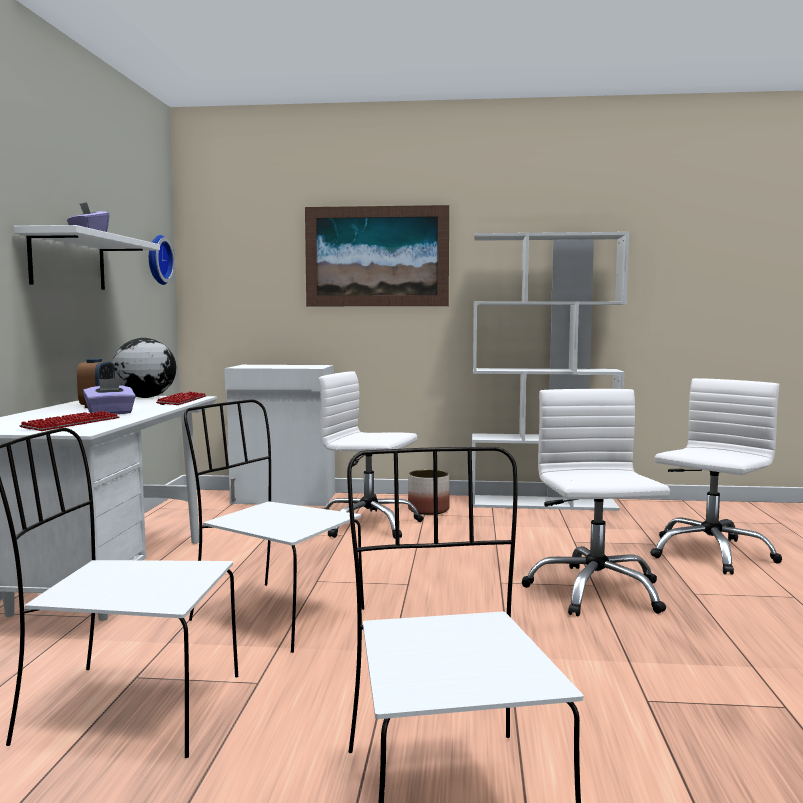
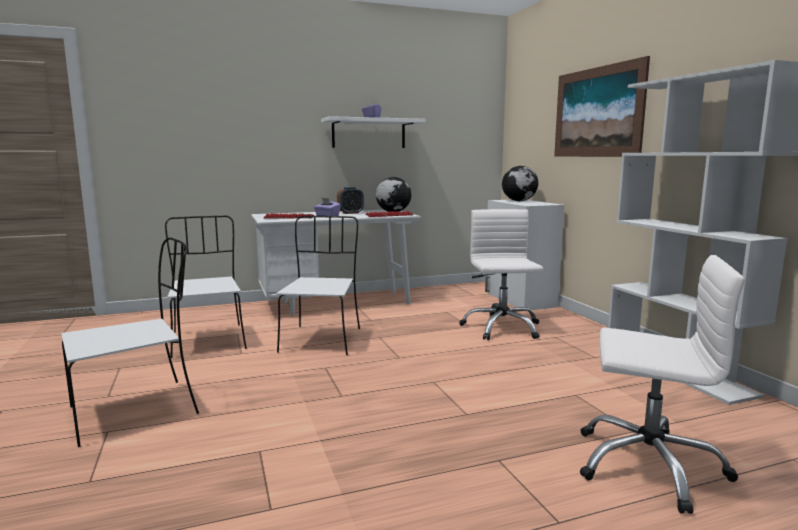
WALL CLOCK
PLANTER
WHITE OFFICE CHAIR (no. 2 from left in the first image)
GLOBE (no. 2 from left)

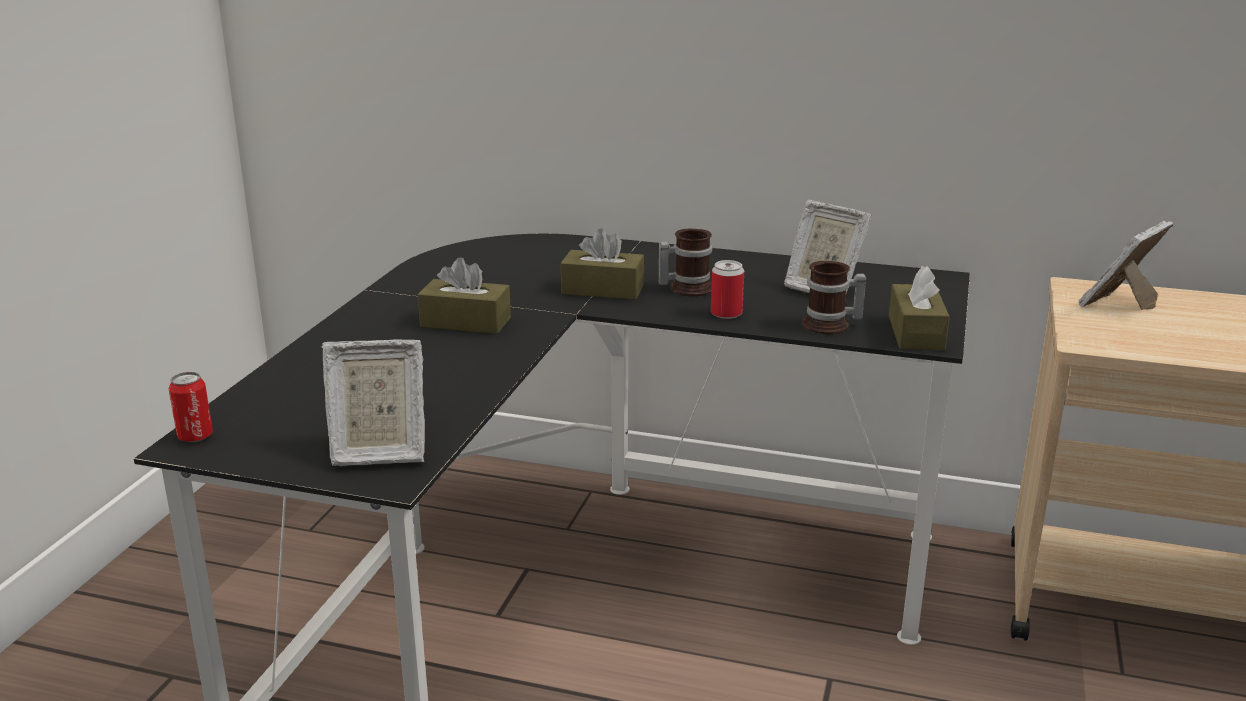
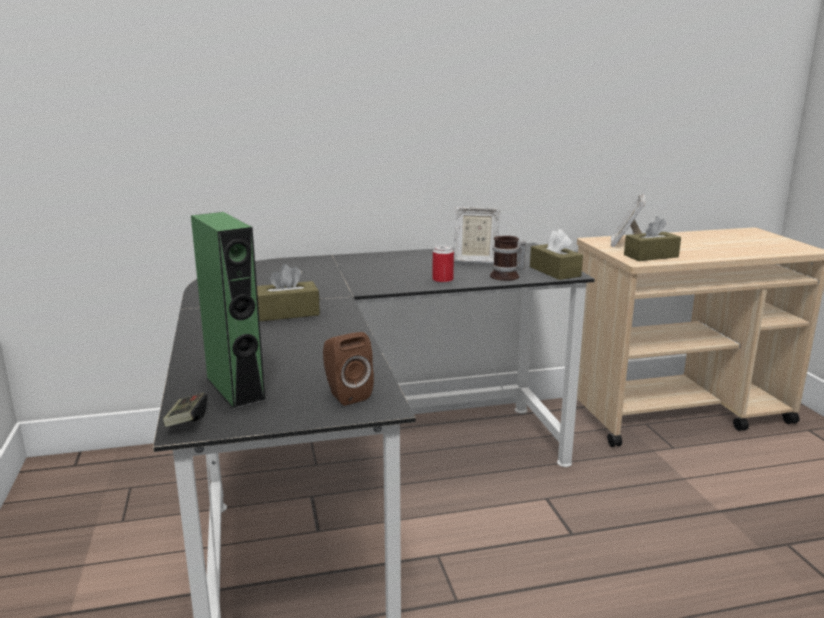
GAME CONTROLLER
BROWN SPEAKER
BROWN TISSUE BOX (no. 3 from left)
MUG (no. 1 from left in the first image)
GREEN SPEAKER

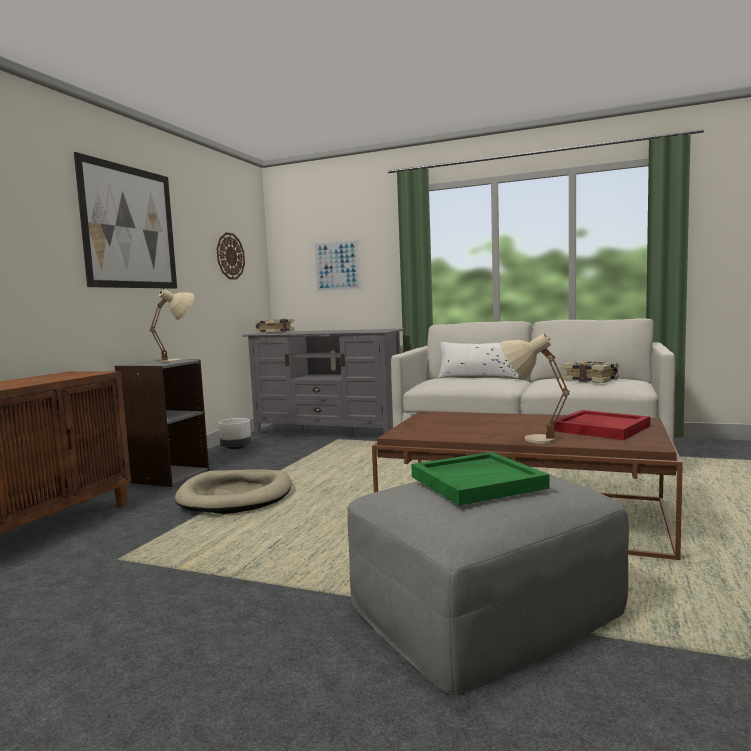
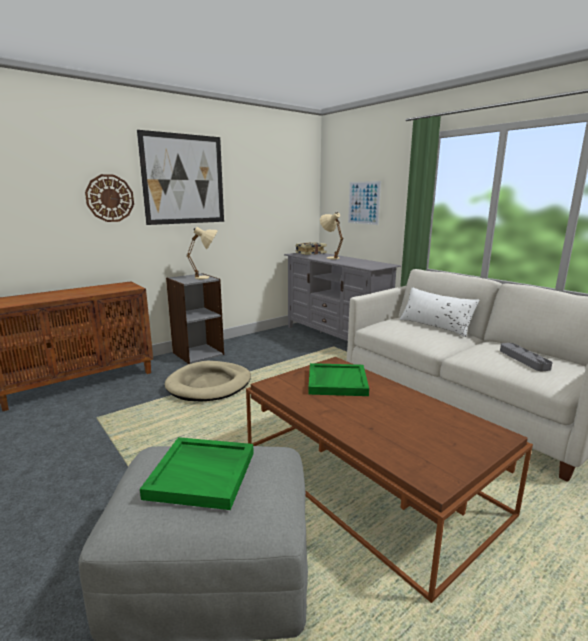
WALL CLOCK
WHITE PLANTER
BEIGE TABLE LAMP (no. 2 from left)
RED TRAY
GREY TRAY
GREEN TRAY (no. 2 from left)

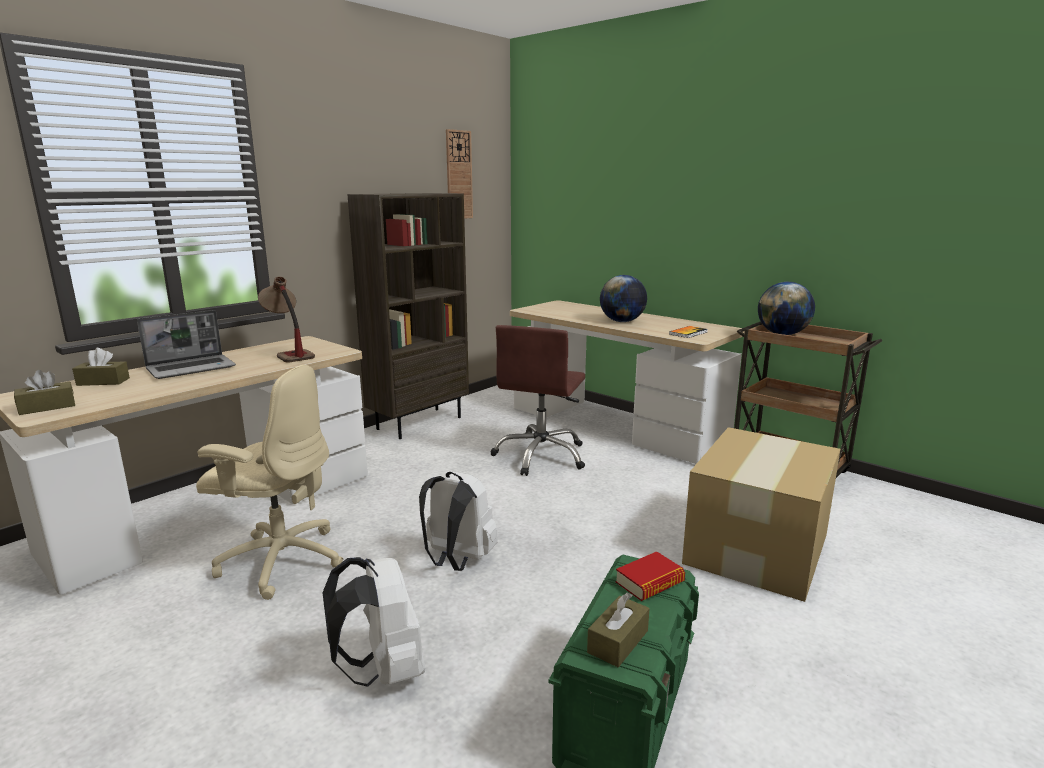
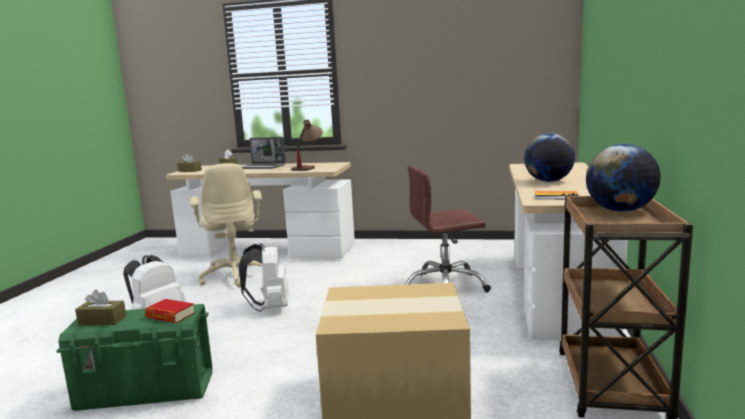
BROWN BOOKCASE
WALL CLOCK

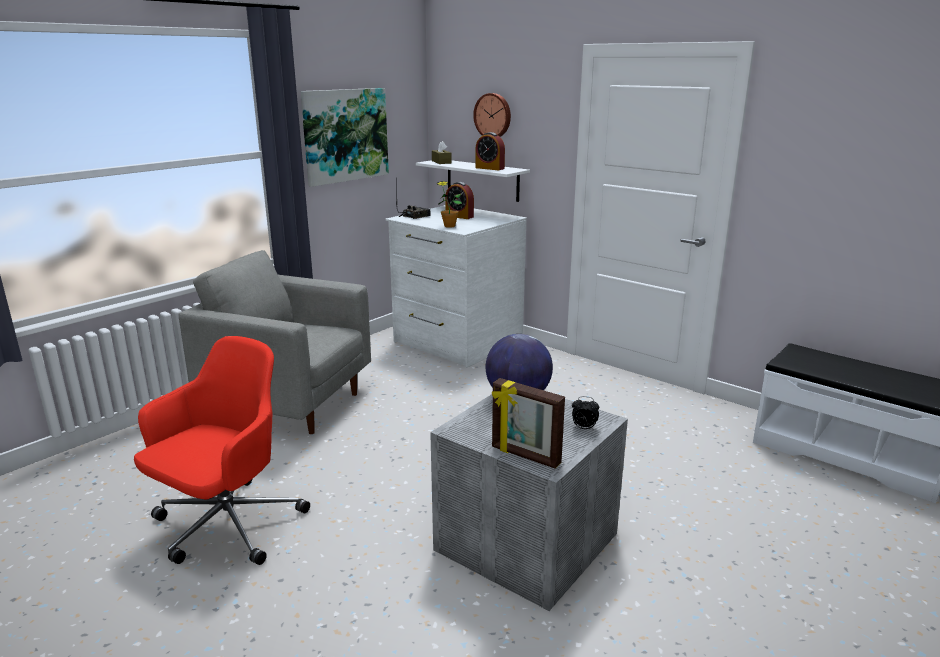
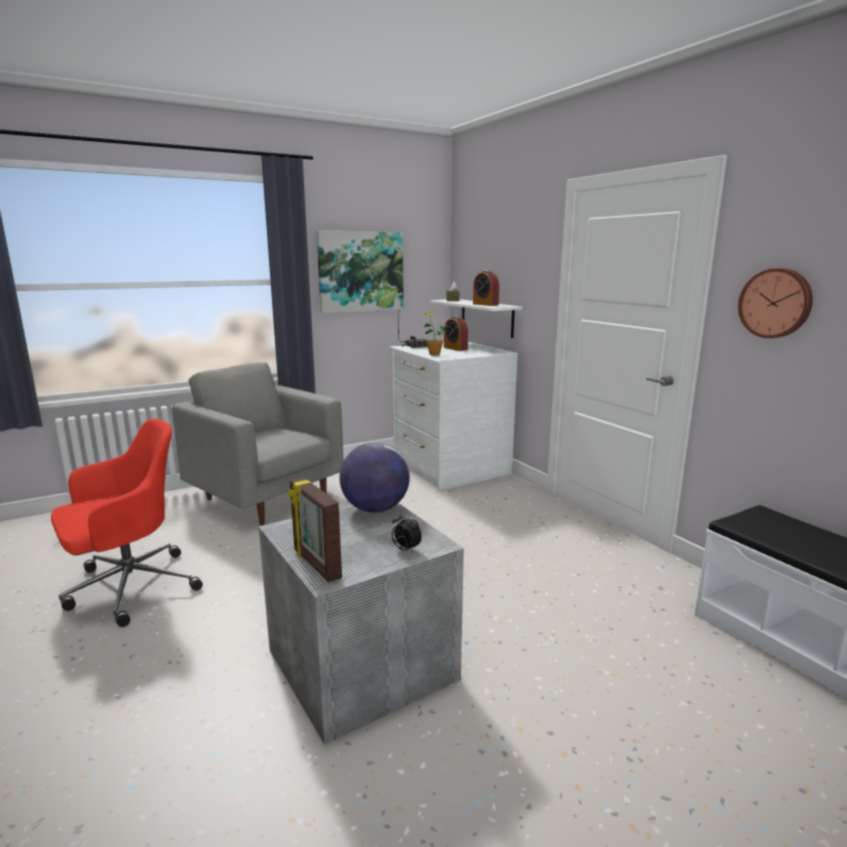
WALL CLOCK

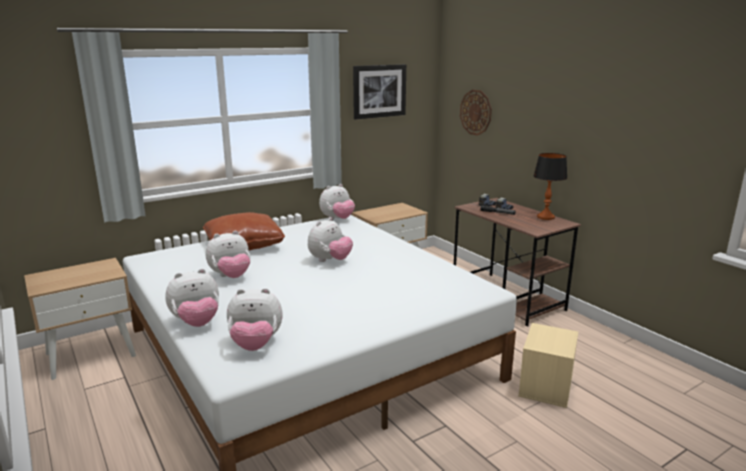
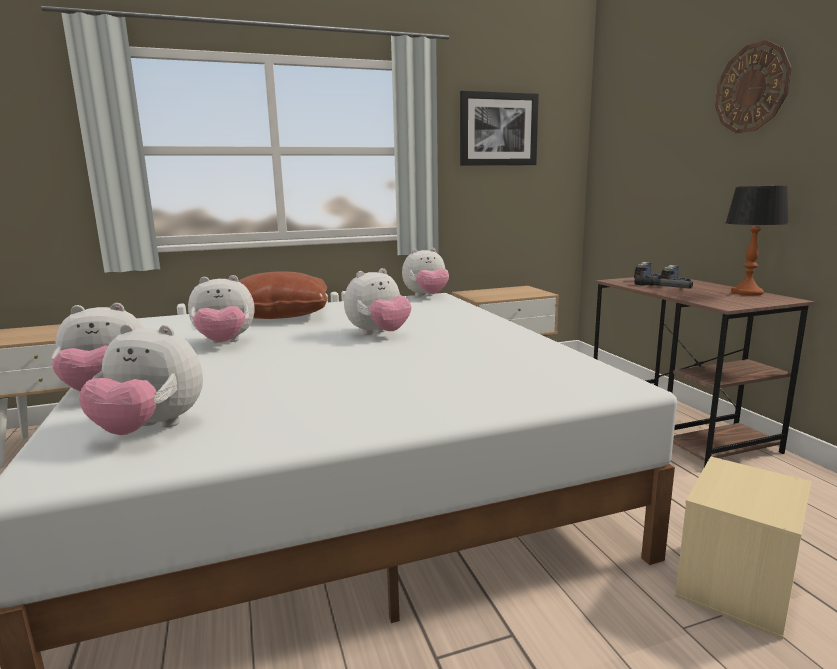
WALL CLOCK

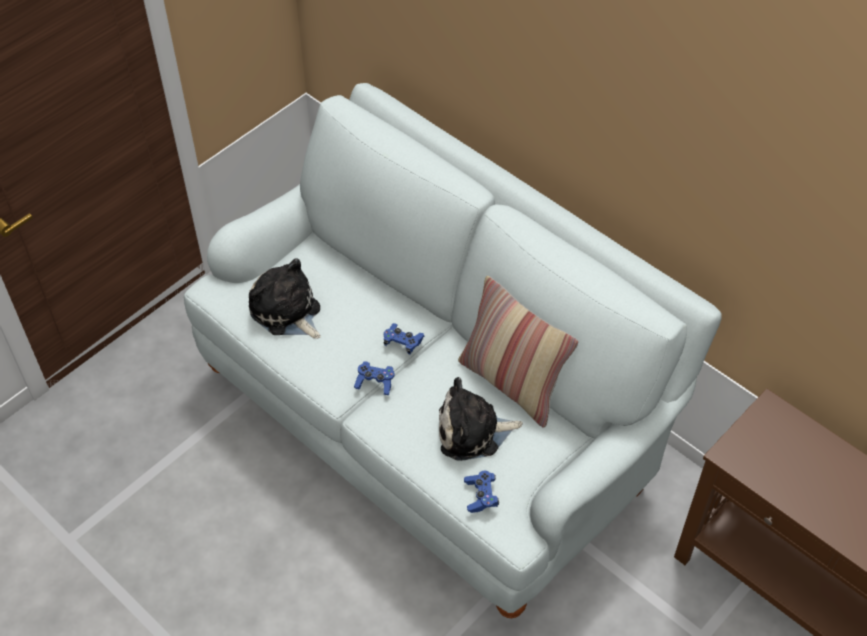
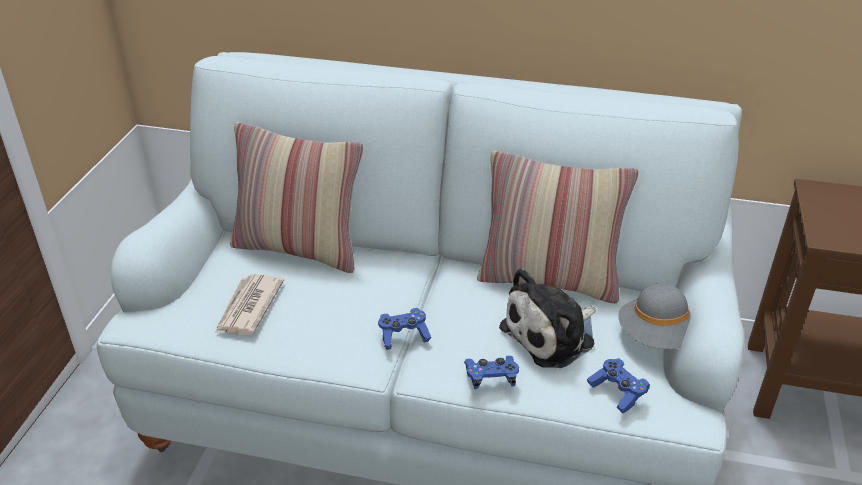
NEWSPAPER
BLUE GAME CONTROLLER (no. 2 from left)
PILLOW (no. 1 from left)
GREY HAT

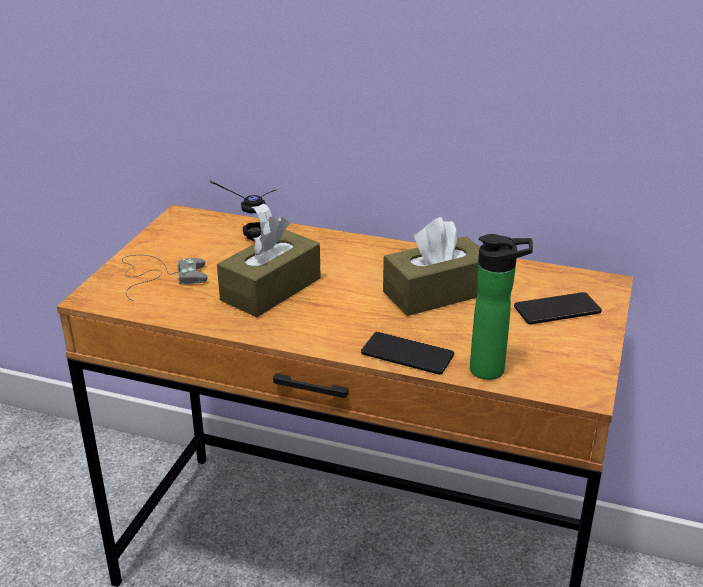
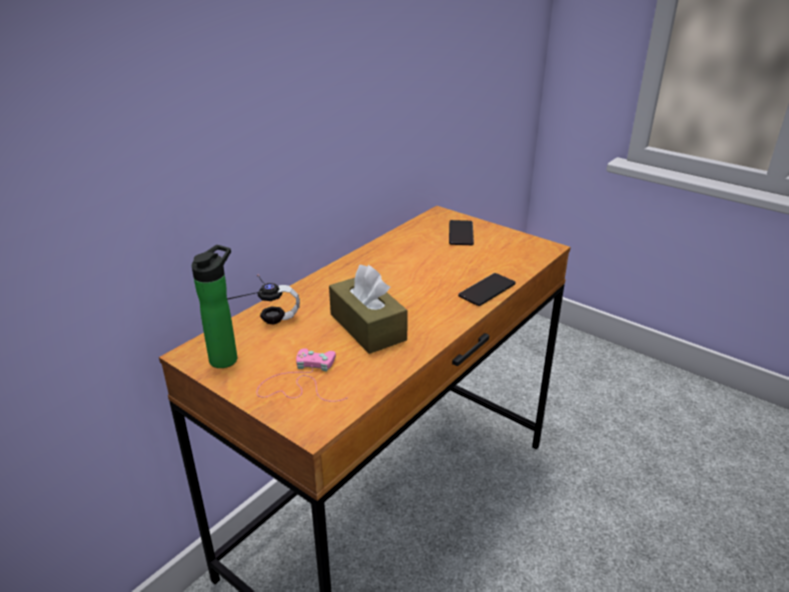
PINK GAME CONTROLLER
BROWN TISSUE BOX (no. 2 from left in the first image)
BOTTLE

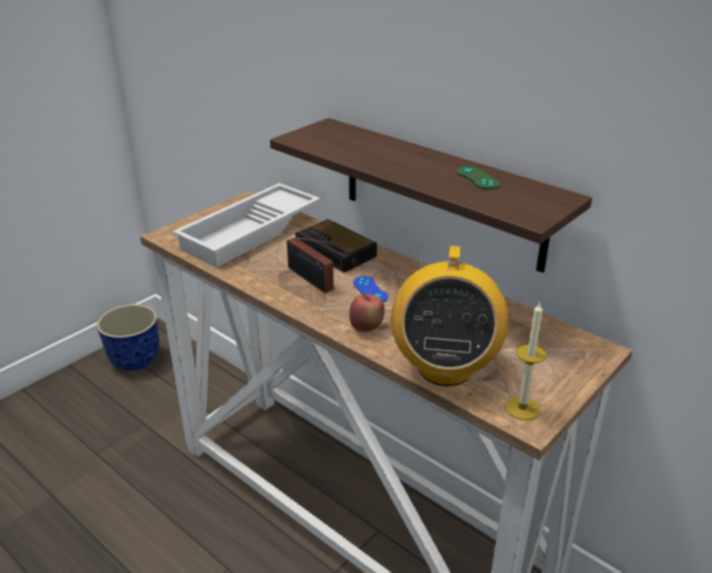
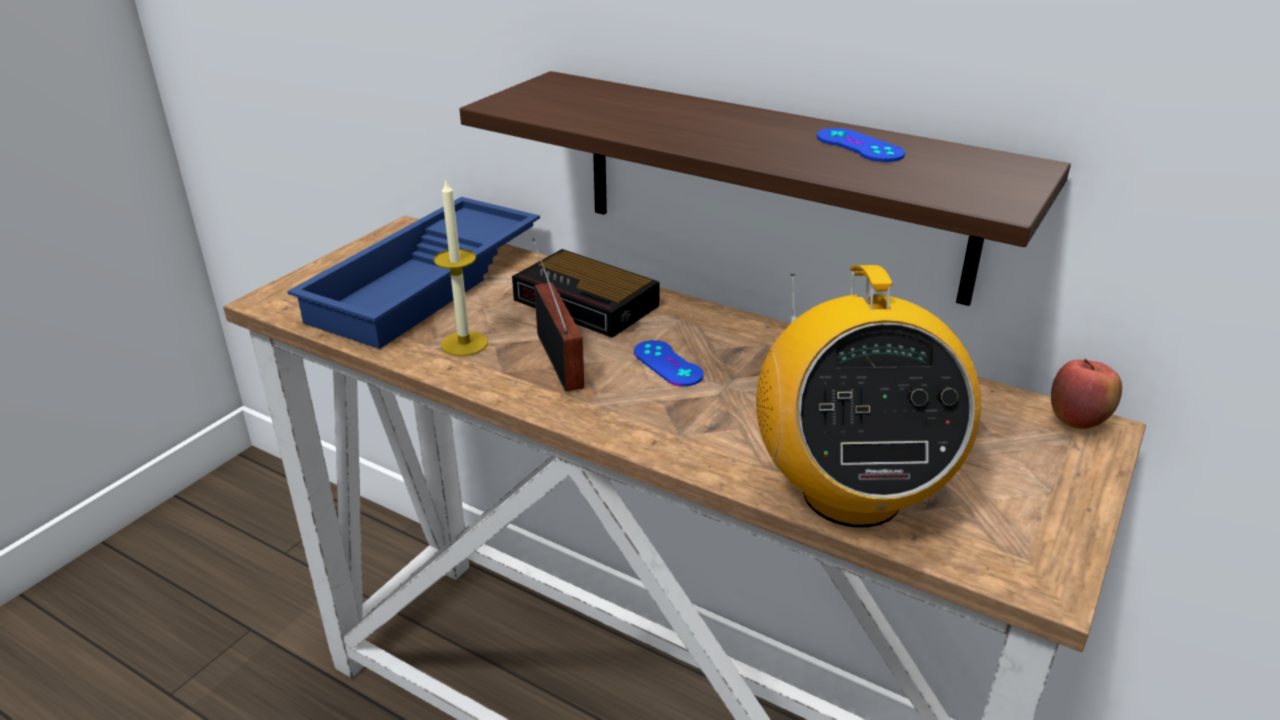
PLANTER
BLUE TRAY
RADIO (no. 1 from left)
APPLE
BLUE GAME CONTROLLER (no. 2 from left)
CANDLE

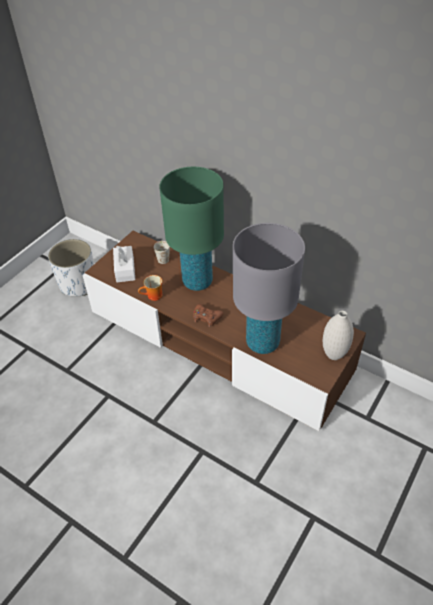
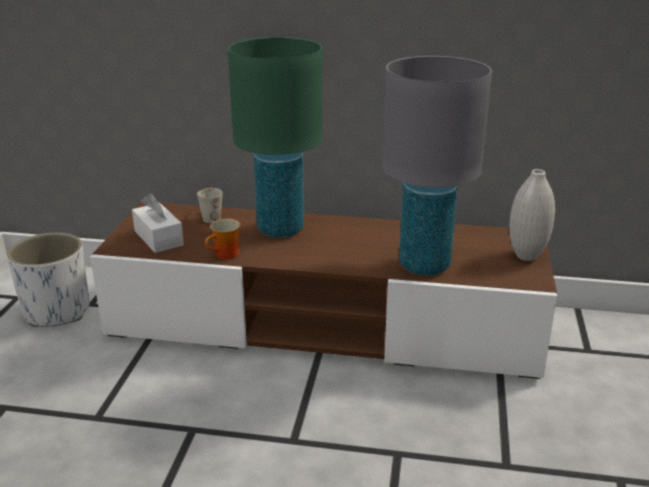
BROWN GAME CONTROLLER

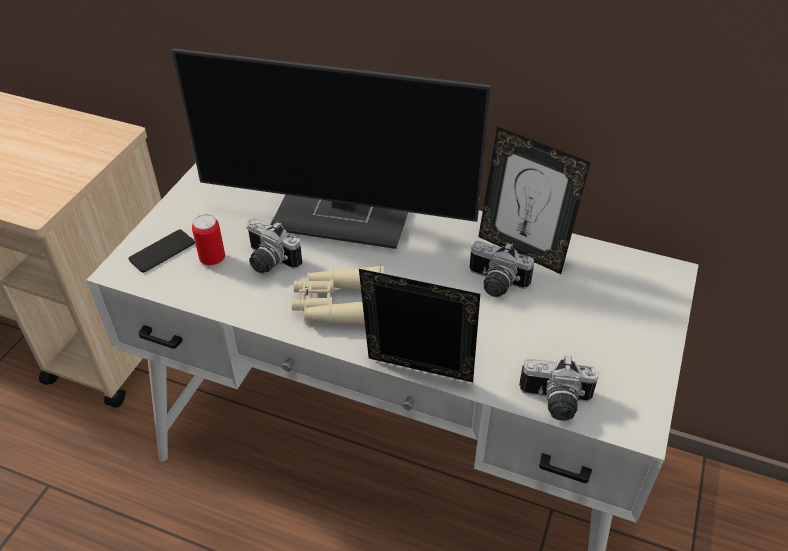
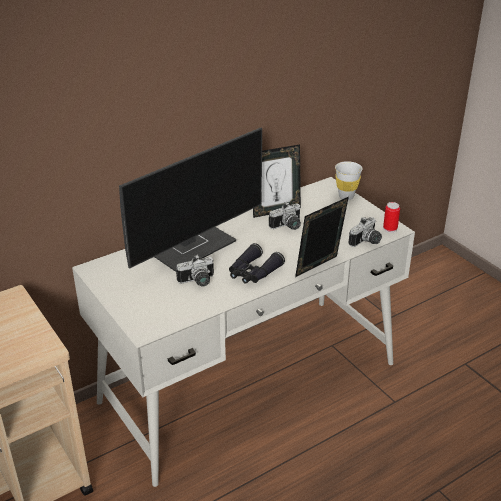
PHONE
CAN
BLACK BINOCULARS
WHITE CUP

